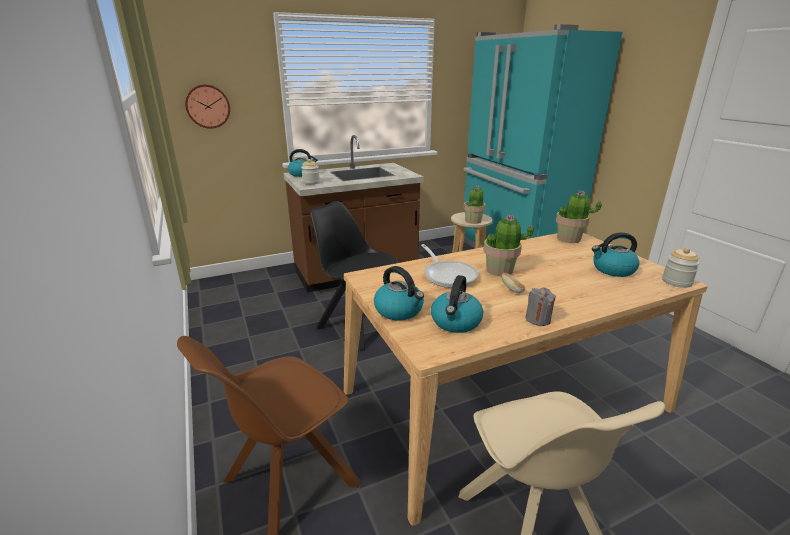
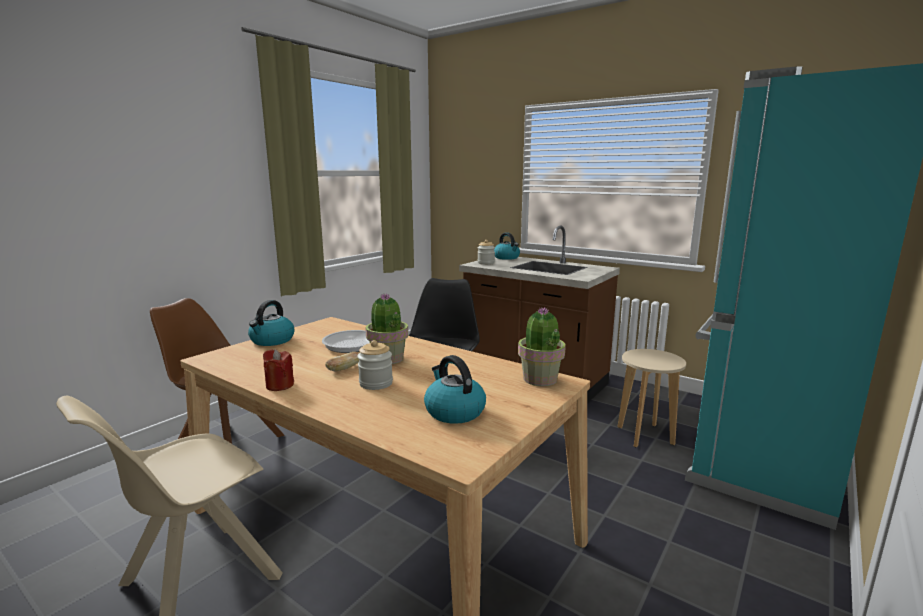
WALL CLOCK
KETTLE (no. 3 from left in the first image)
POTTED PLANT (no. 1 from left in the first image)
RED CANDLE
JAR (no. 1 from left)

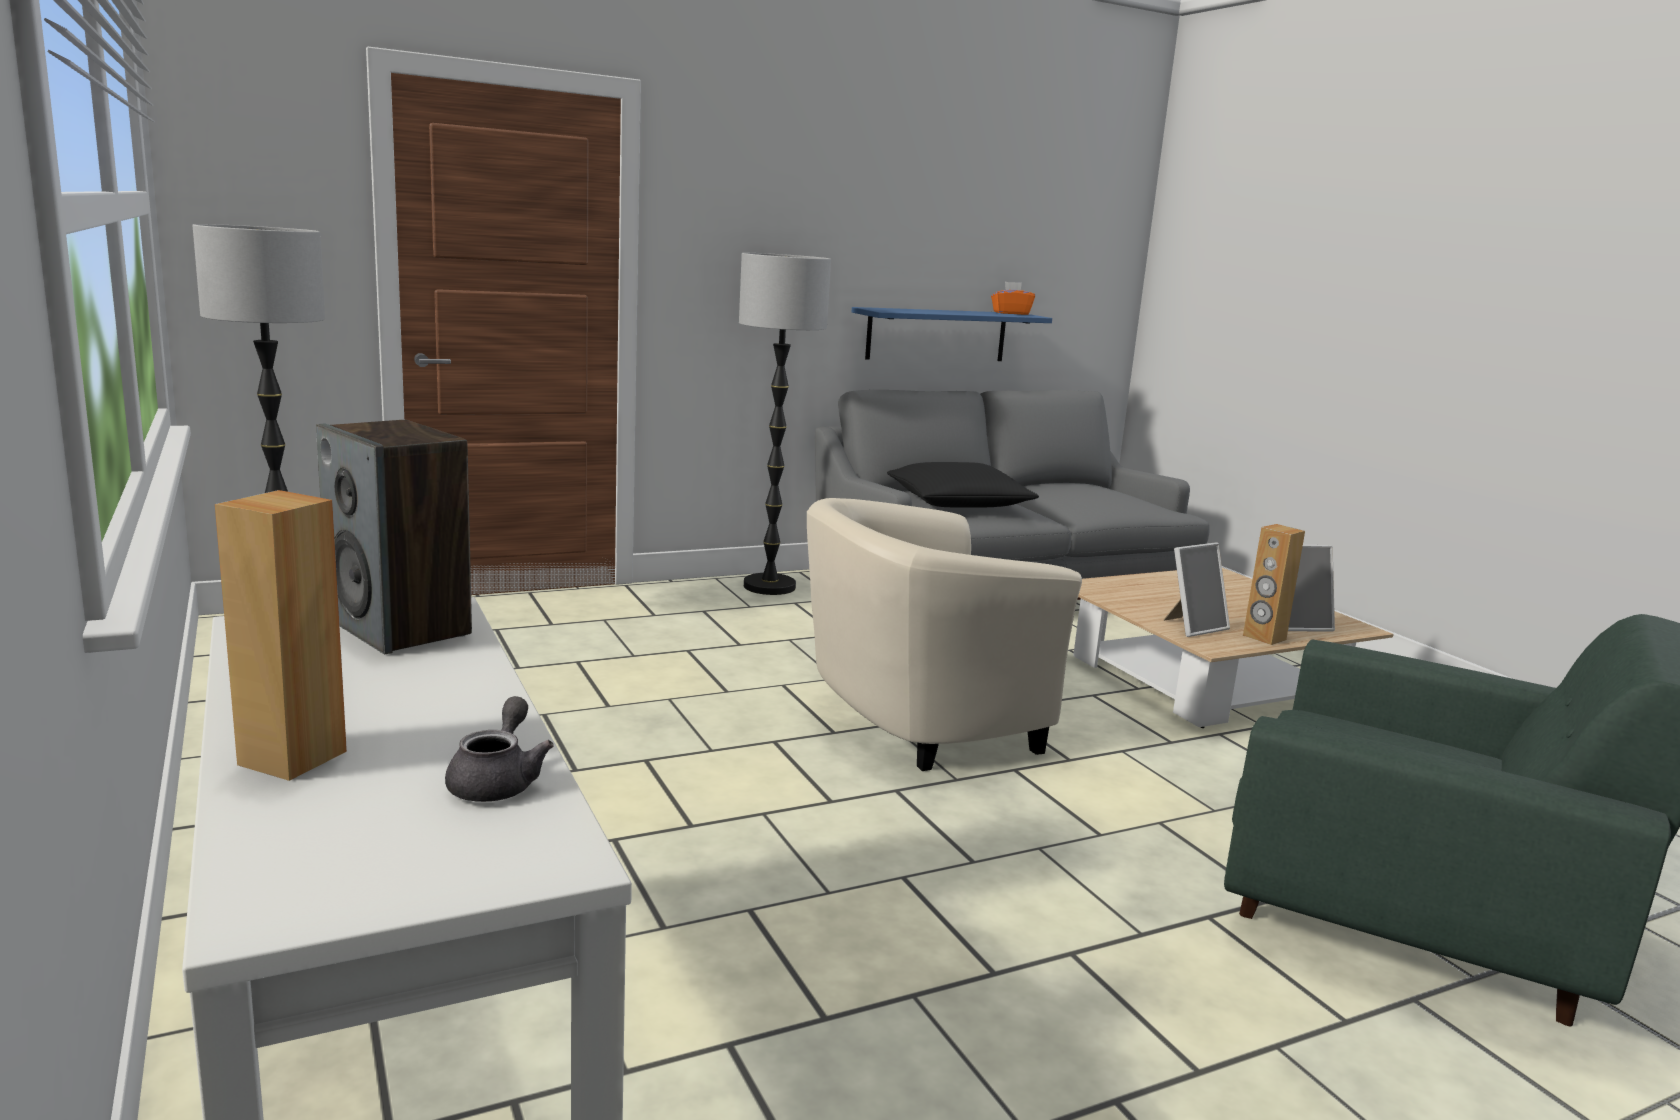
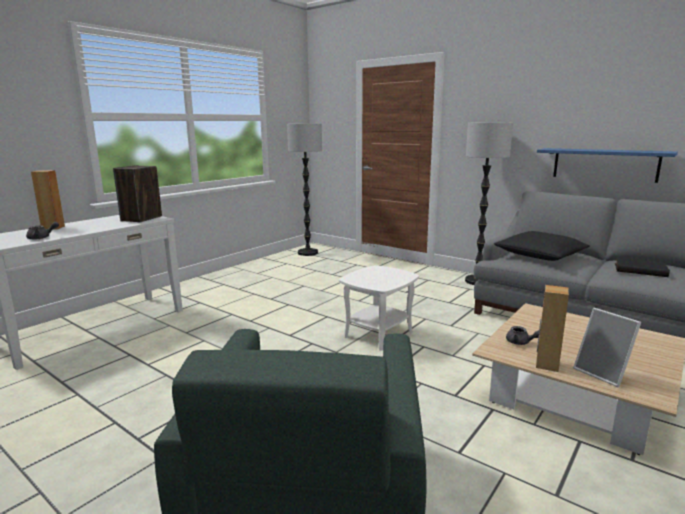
WHITE SIDE TABLE
ORANGE TISSUE BOX
GREY TEAPOT (no. 2 from left)
BLACK BOOK

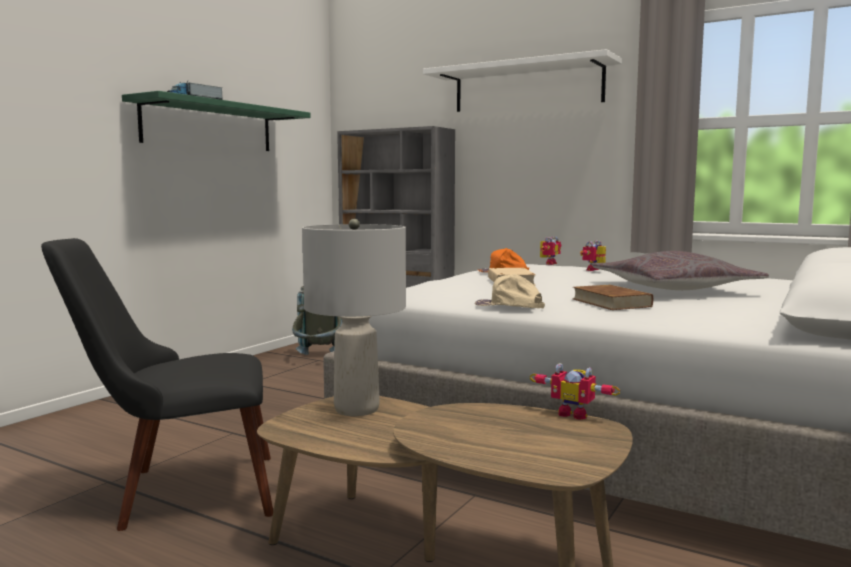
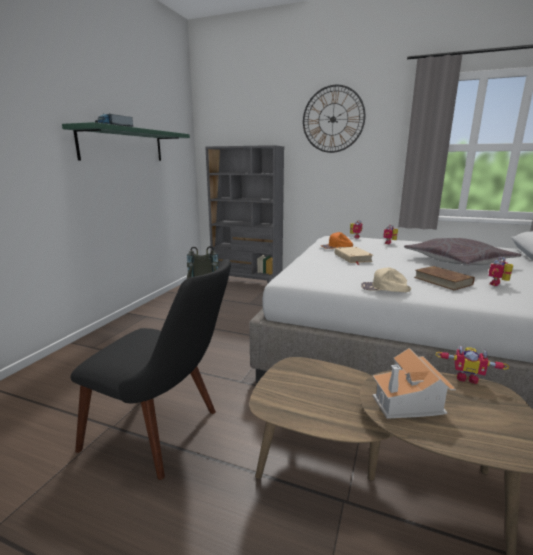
BLACK CHAIR
GREY TABLE LAMP
WALL CLOCK
TOY HOUSE
TOY ROBOT (no. 4 from left)

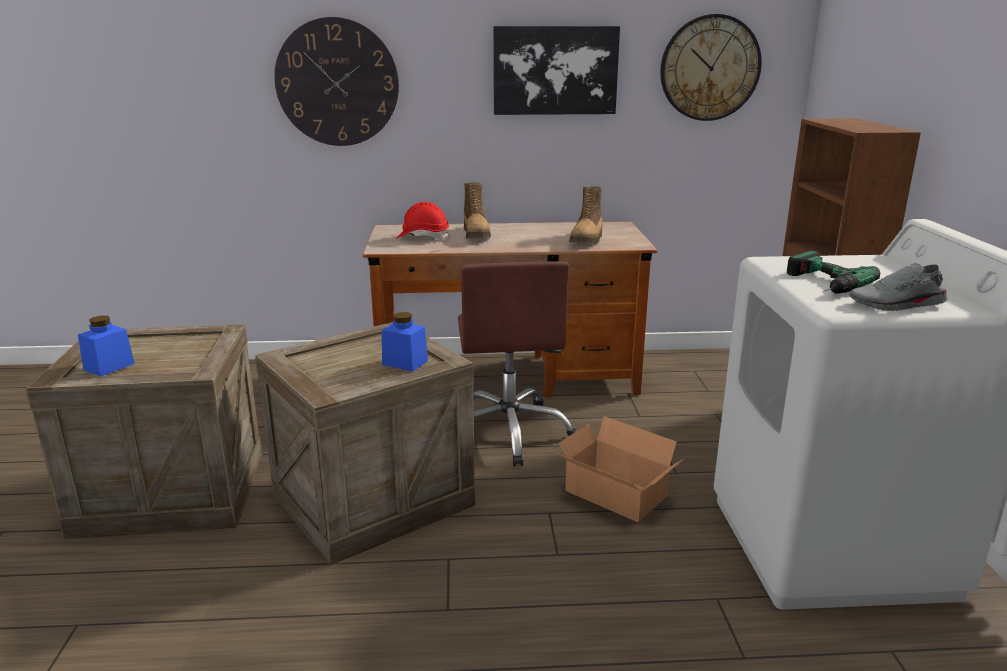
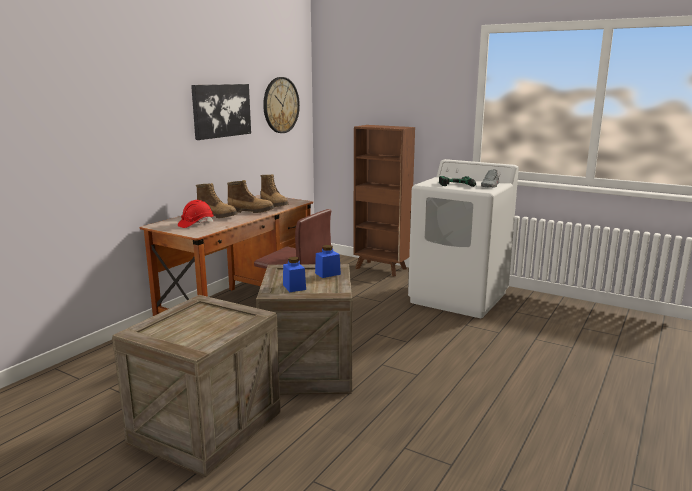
BLUE JAR (no. 1 from left)
WALL CLOCK (no. 1 from left in the first image)
CARDBOARD BOX
BOOT (no. 2 from left)

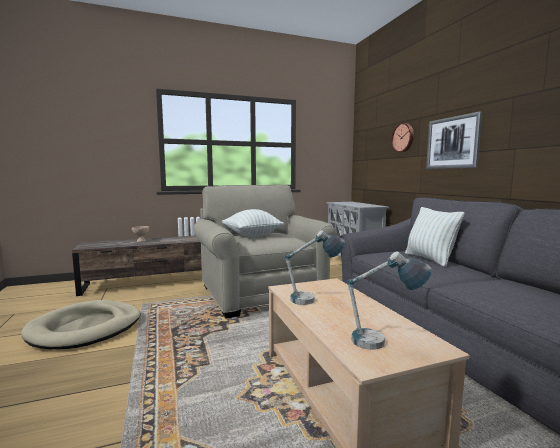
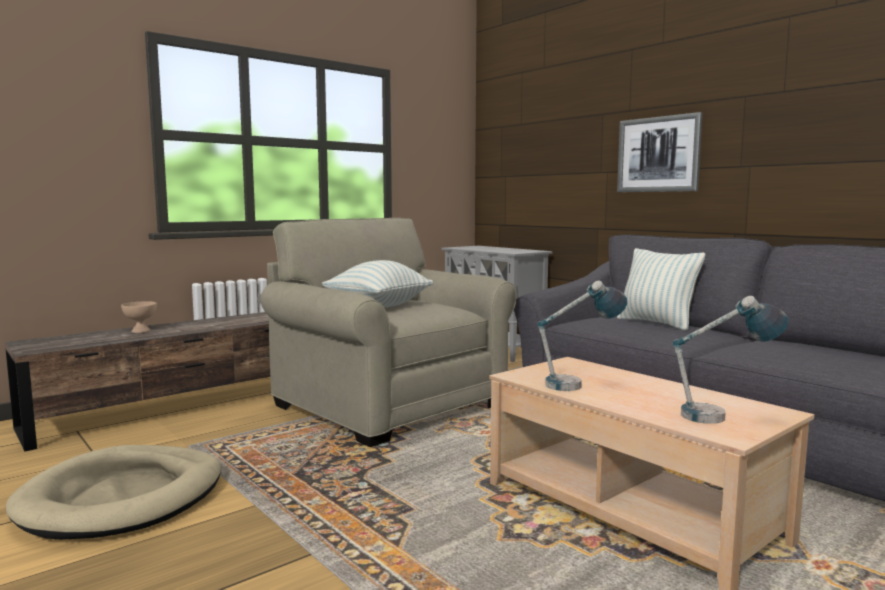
WALL CLOCK

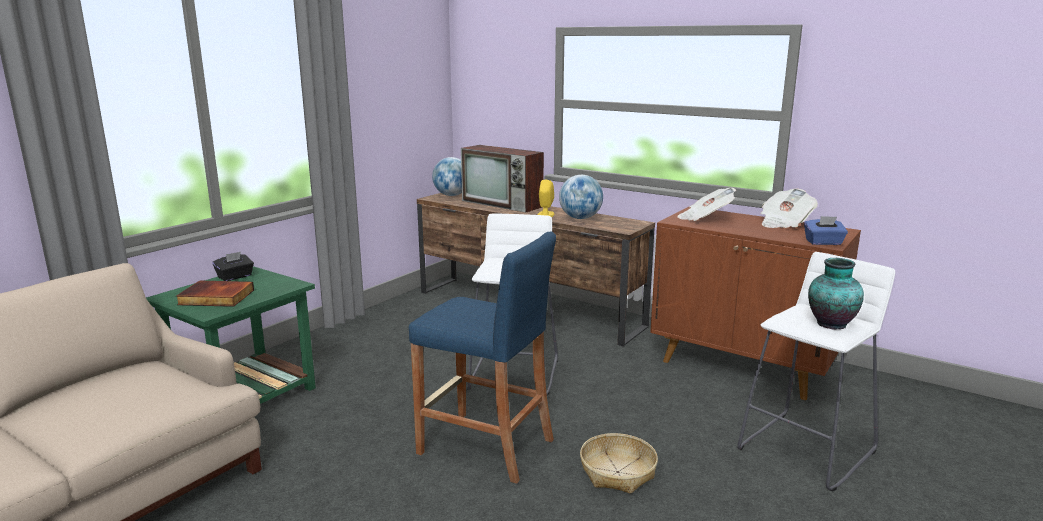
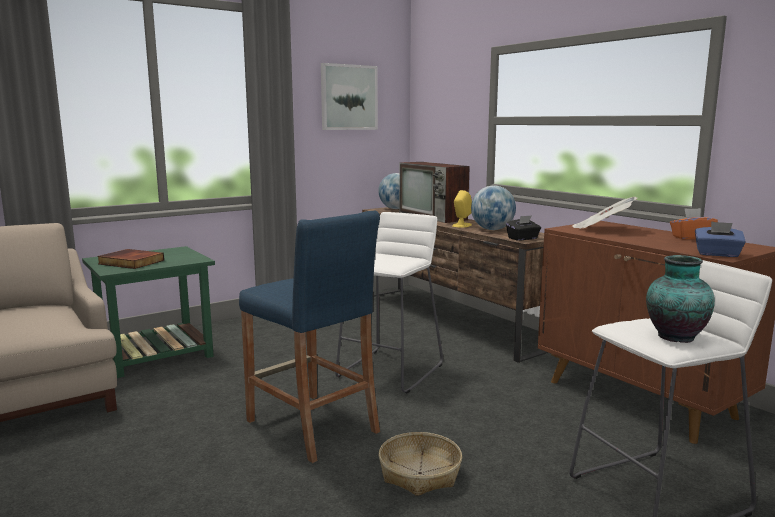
BLACK TISSUE BOX
ORANGE TISSUE BOX
PICTURE

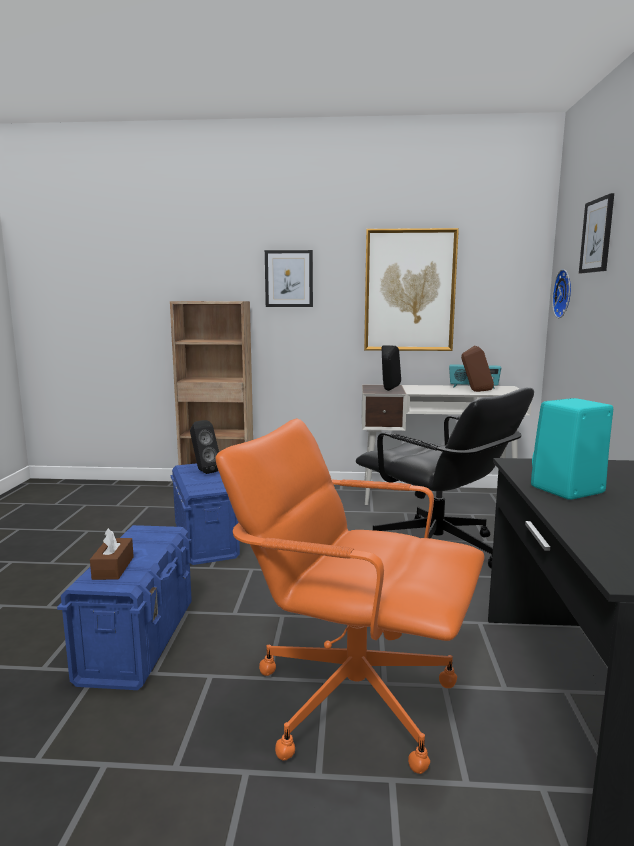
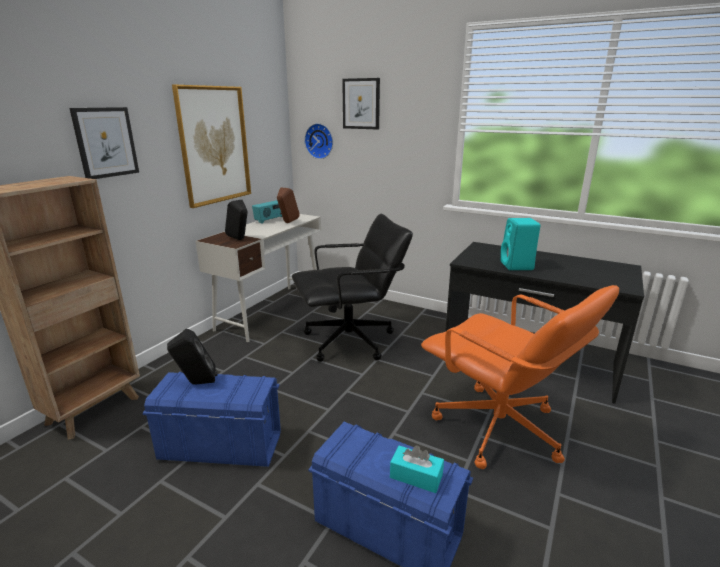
TURQUOISE TISSUE BOX
ORANGE OFFICE CHAIR

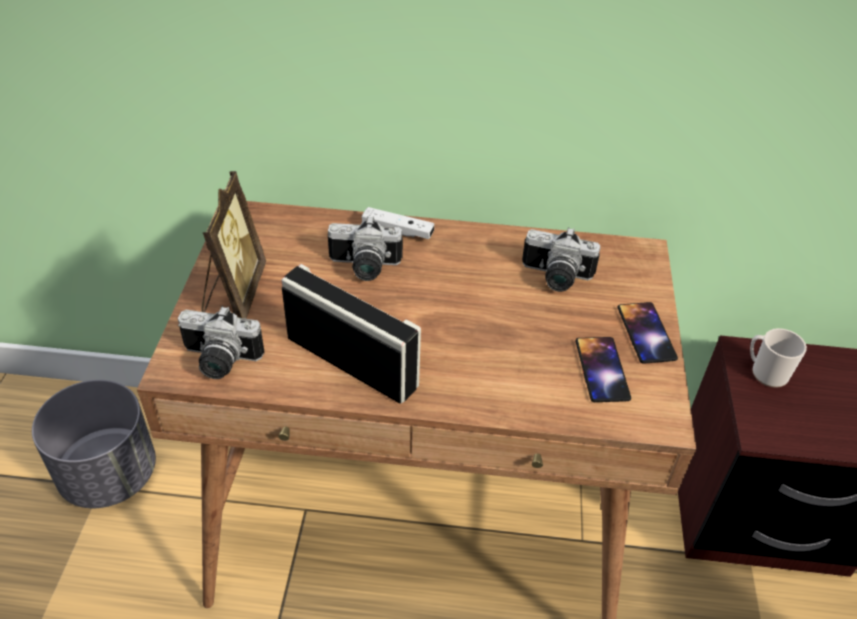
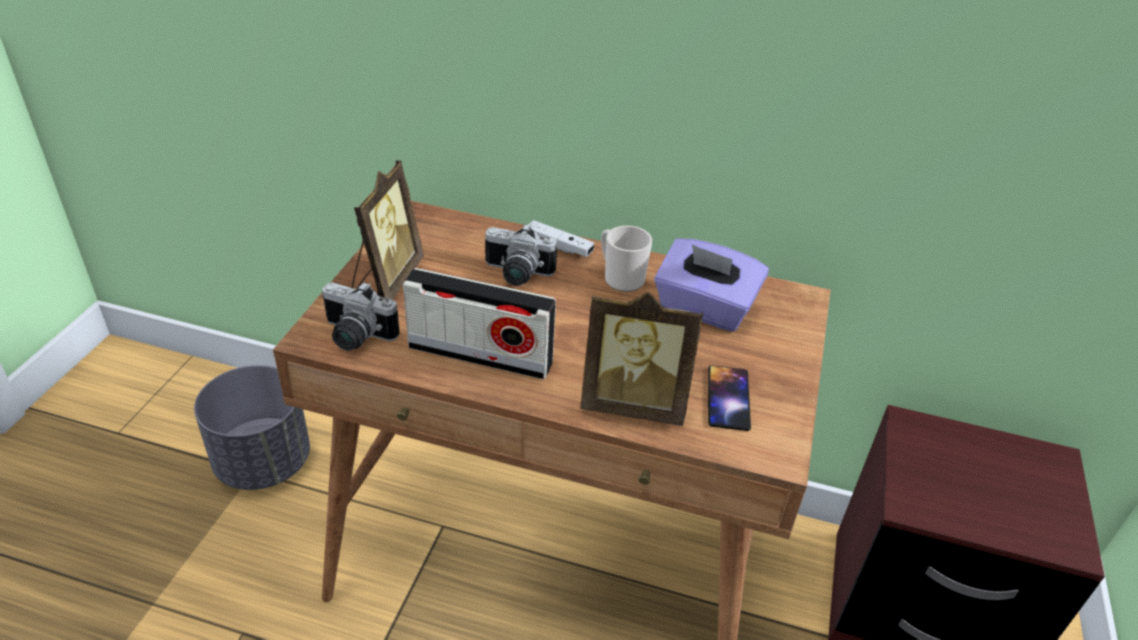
RADIO
PURPLE TISSUE BOX
PHONE (no. 2 from left in the first image)
MUG
PICTURE FRAME (no. 2 from left)

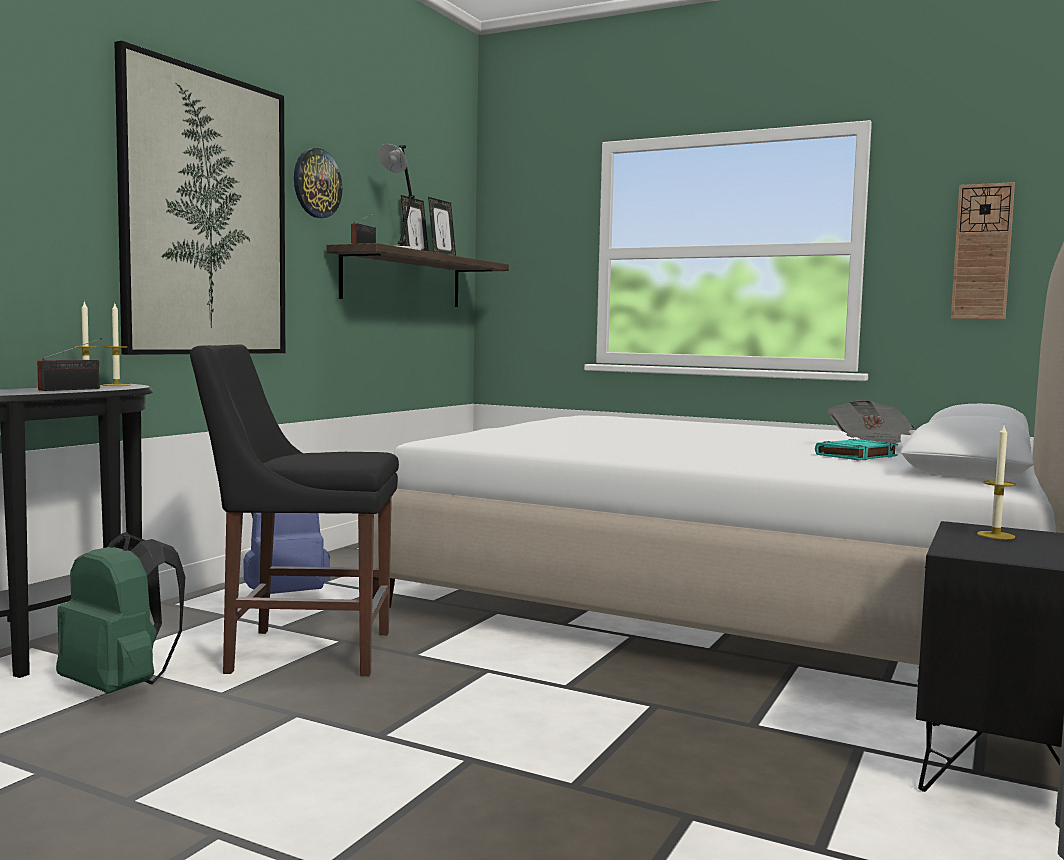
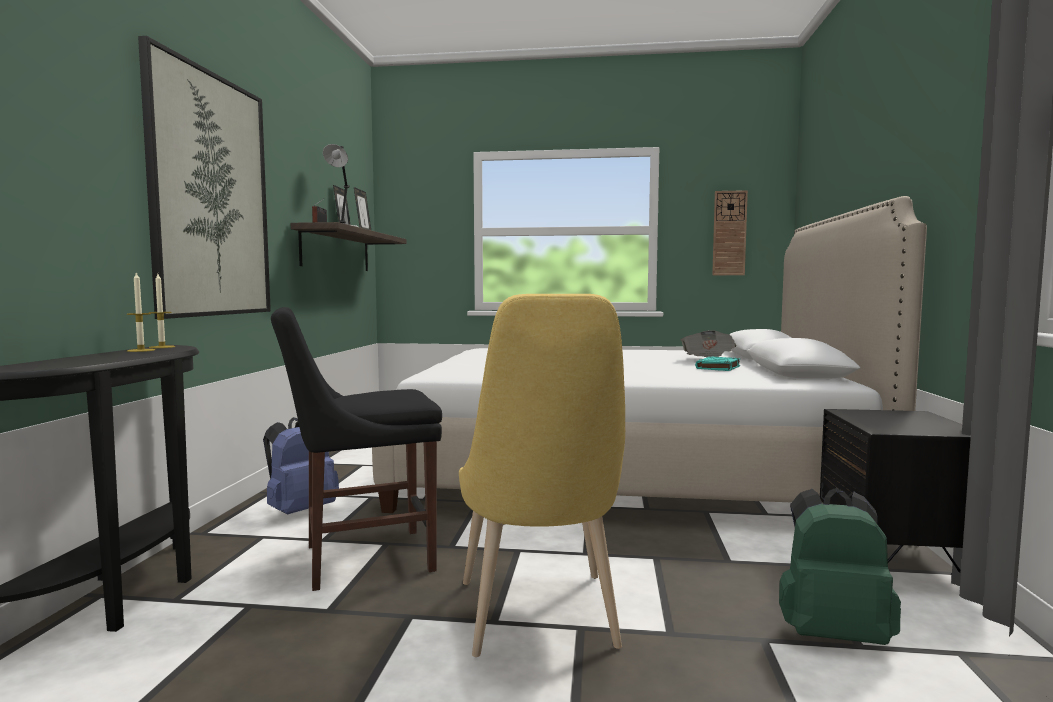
RADIO (no. 1 from left in the first image)
GREEN BACKPACK
WALL CLOCK (no. 1 from left in the first image)
CANDLE (no. 3 from left in the first image)
YELLOW CHAIR

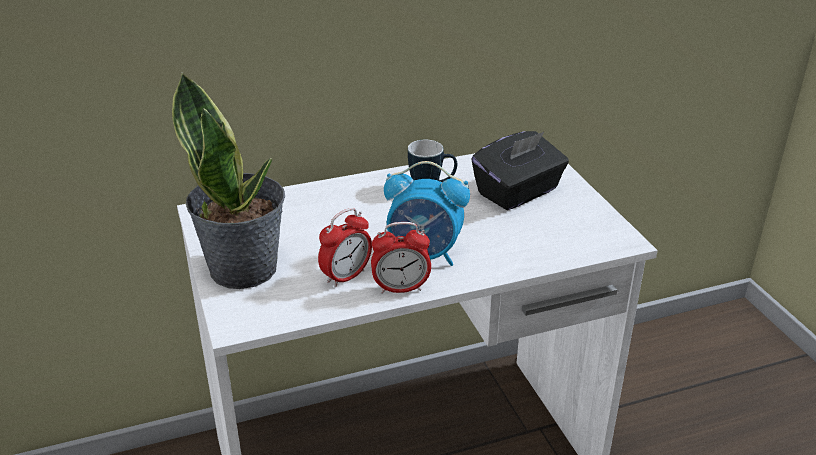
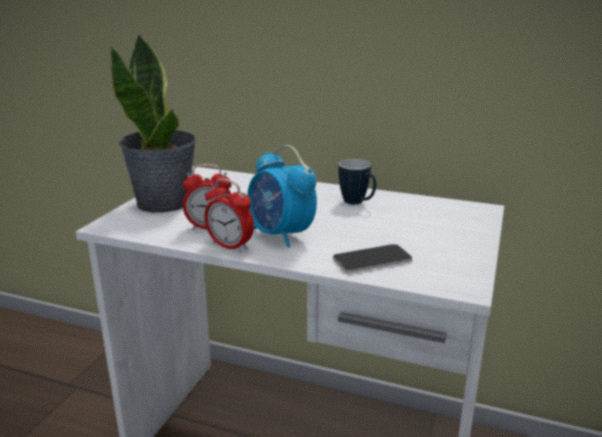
BLACK TISSUE BOX
PHONE

